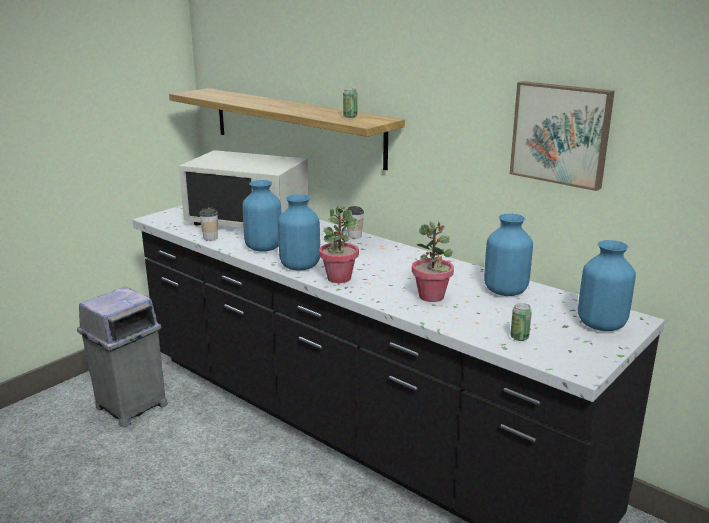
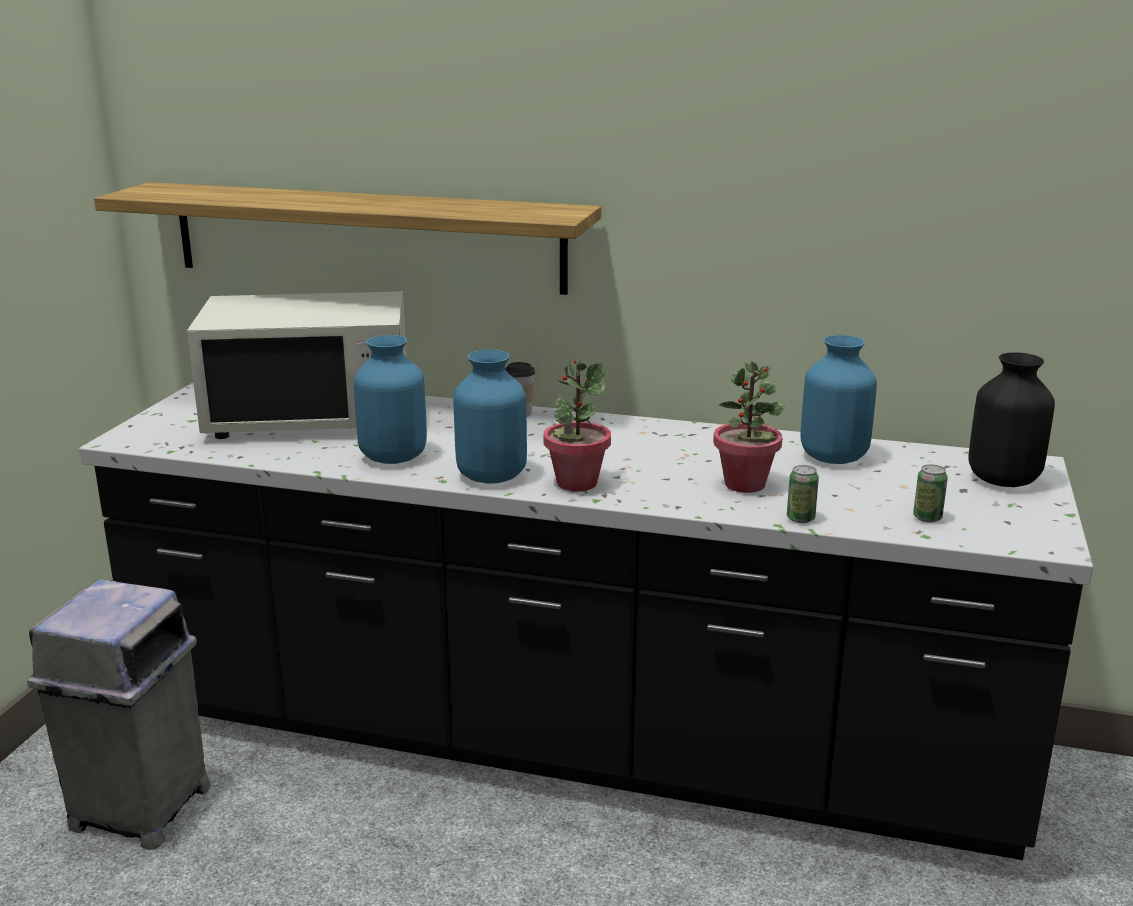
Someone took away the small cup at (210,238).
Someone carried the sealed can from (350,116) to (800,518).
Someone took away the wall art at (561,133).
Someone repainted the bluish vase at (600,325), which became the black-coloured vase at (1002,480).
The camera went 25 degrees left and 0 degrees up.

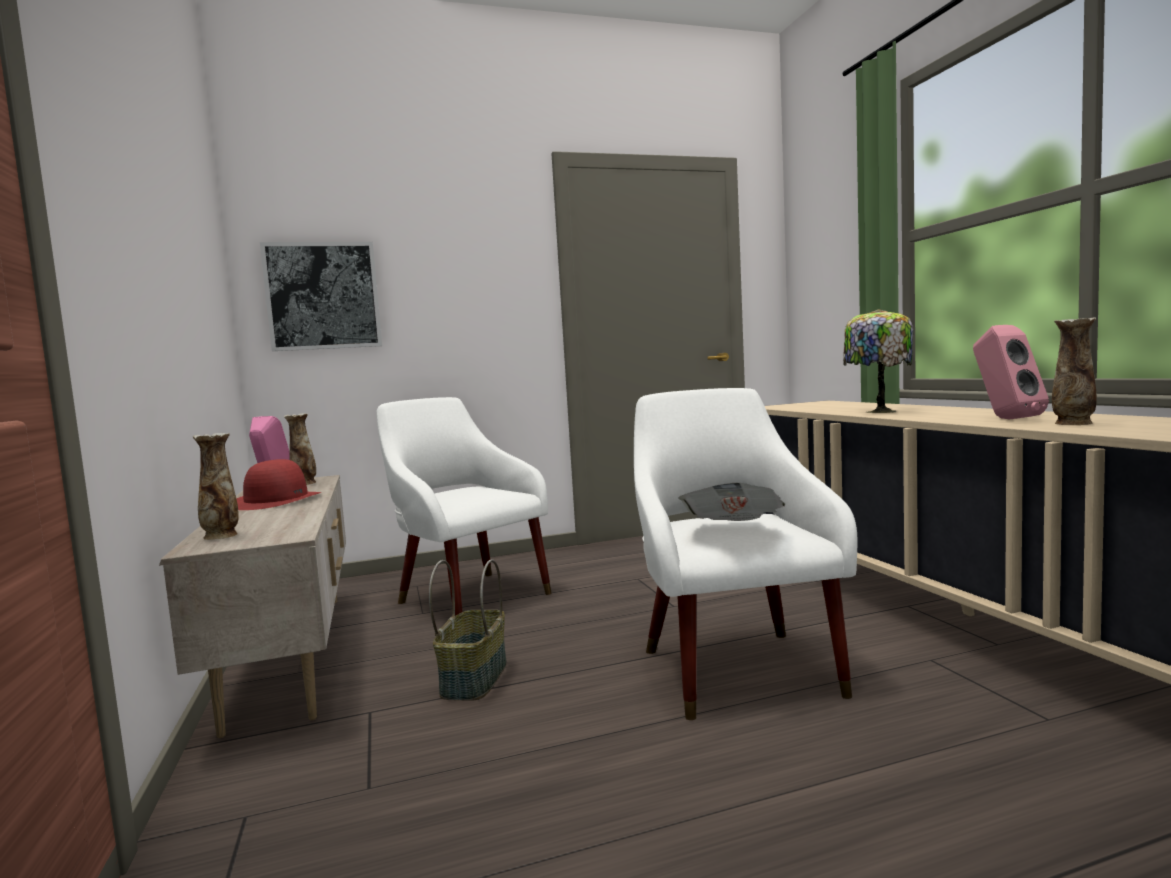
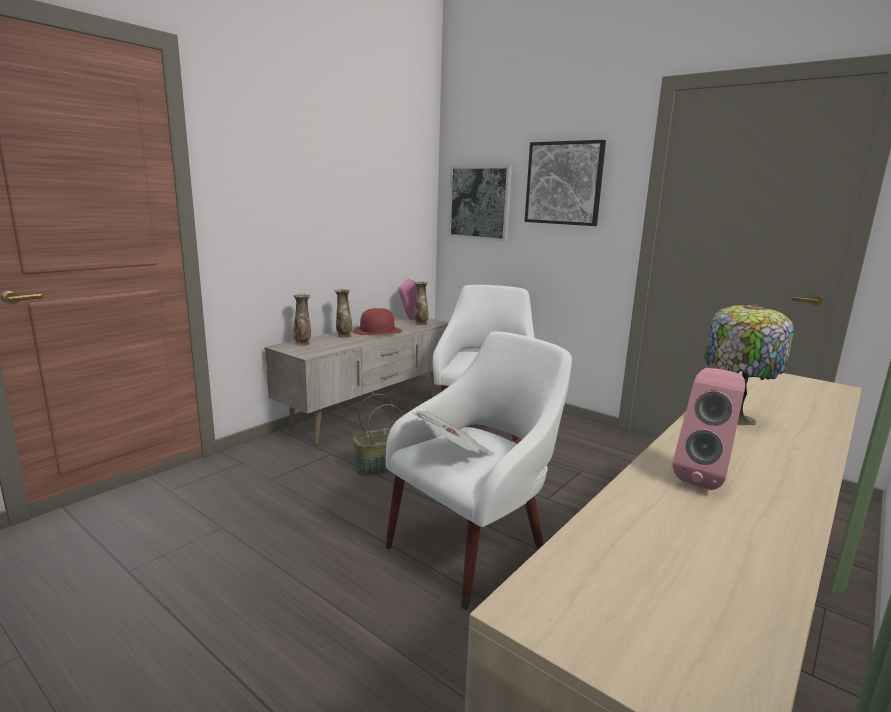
Someone carried the vase from (1073,423) to (344,336).
Someone put up the wall art at (564,183).
The camera went 55 degrees right and 10 degrees up.

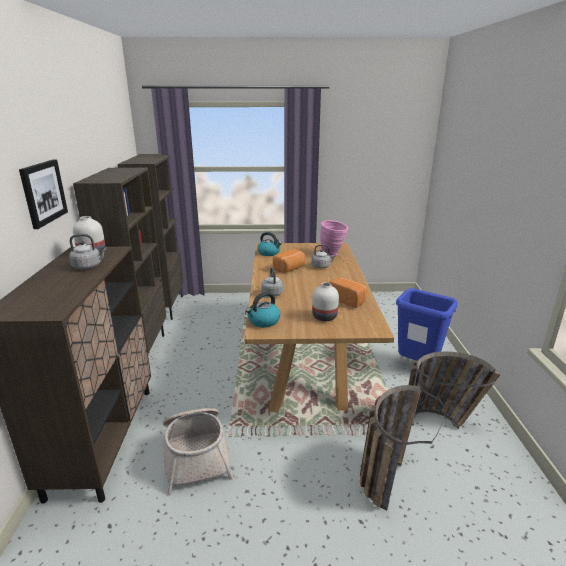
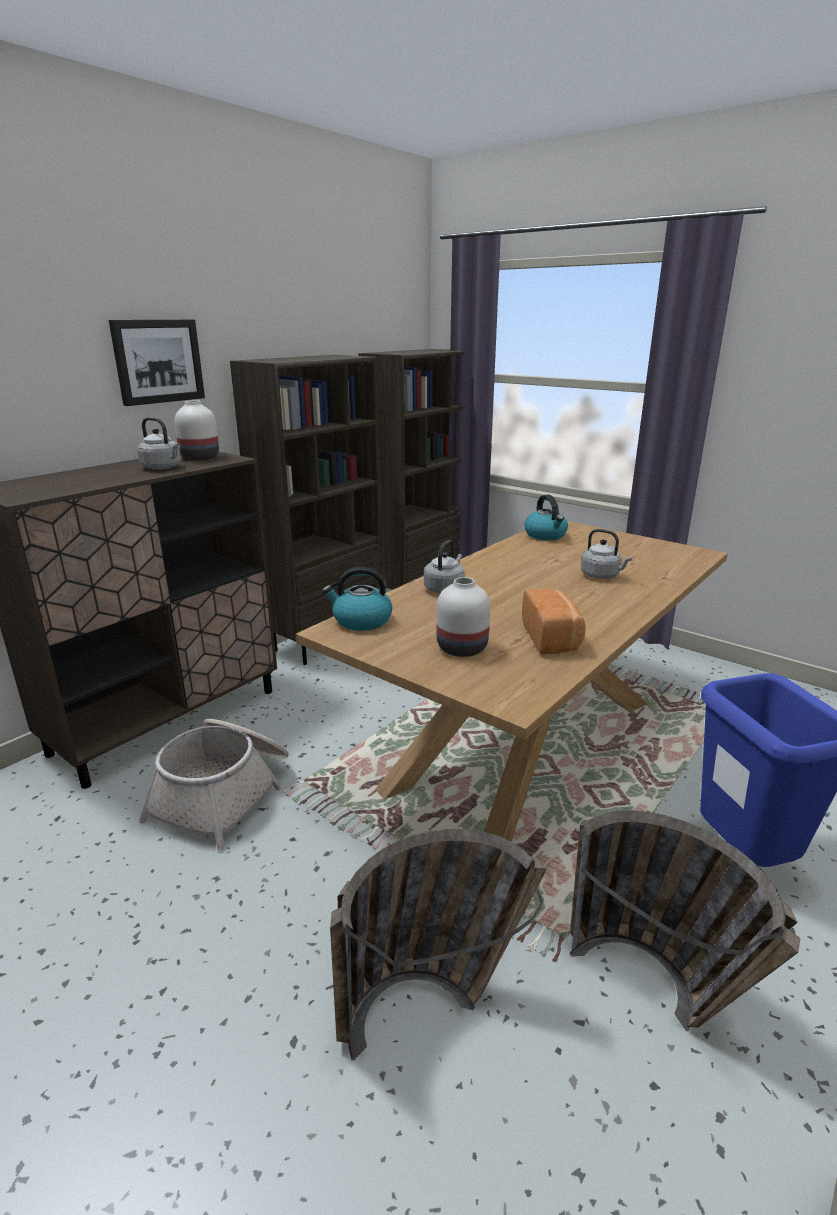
Someone took away the baked bread at (290,269).
Someone took away the pink-coloured vase at (333,255).
The camera went 40 degrees right and 0 degrees up.

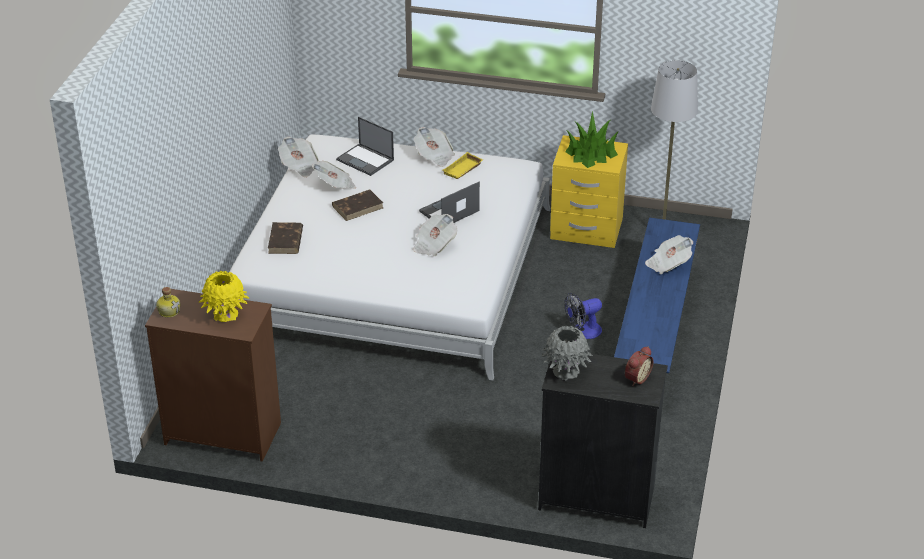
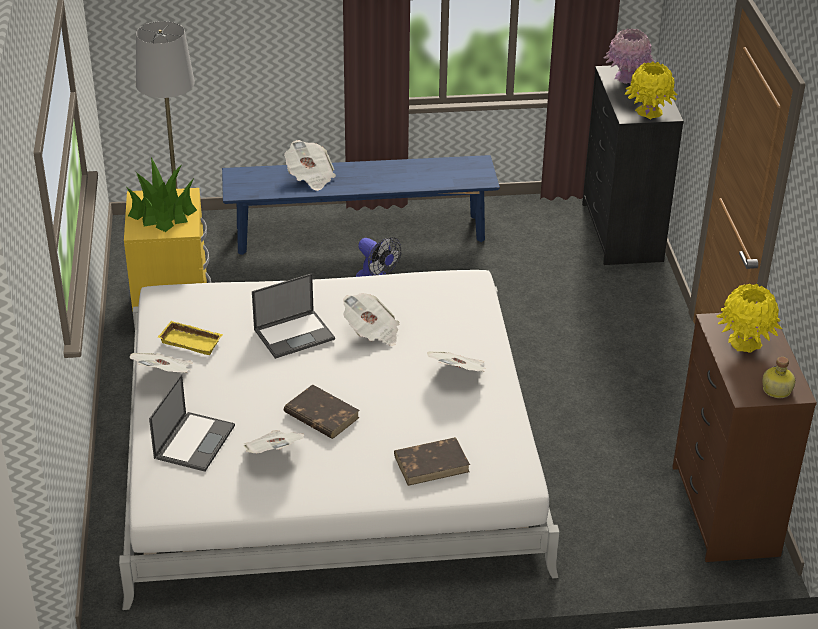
Someone carried the daily paper from (299,166) to (458,373).
Someone rotated the portable computer at (449,211) by 60 degrees counterclockwise.
Someone repainted the gray vase at (565,371), which became the yellow-coloured vase at (649,112).
Someone swapped the alarm clock at (636,378) for the pink-coloured vase at (627,77).
The camera went 110 degrees left and 0 degrees up.

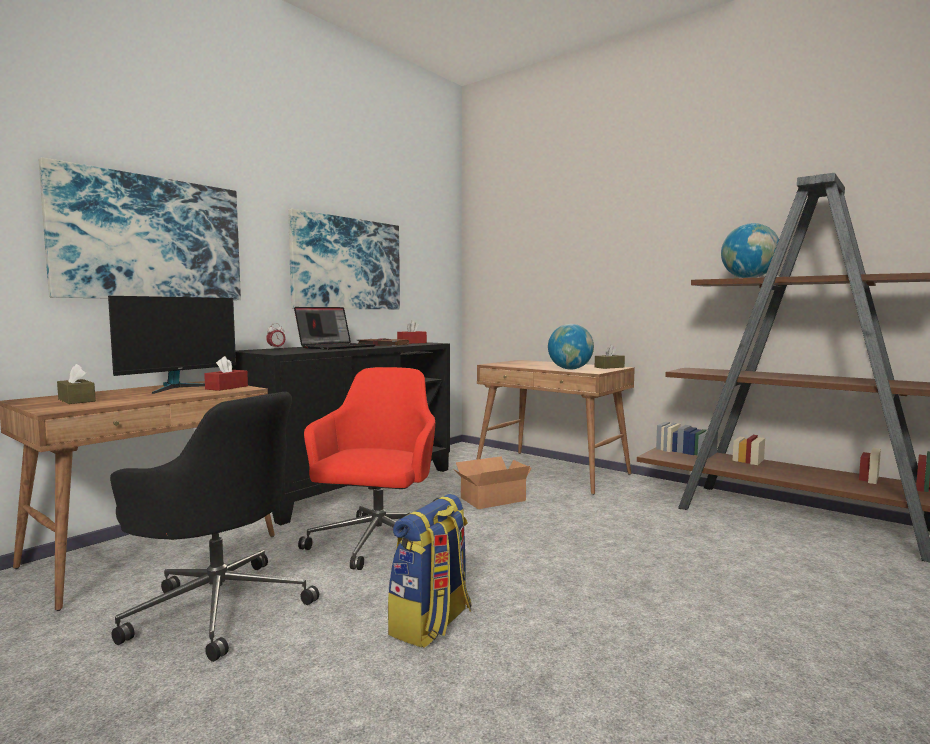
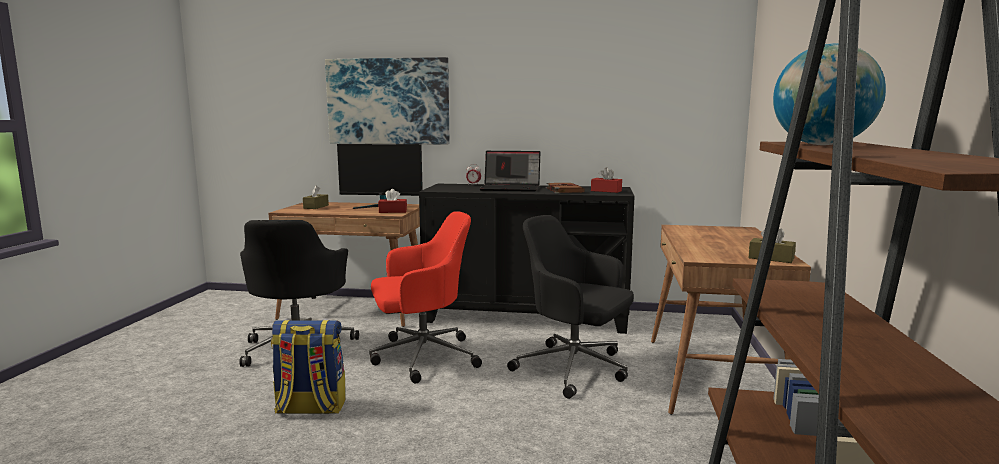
Someone took away the wall art at (347,264).
Someone swapped the carton at (490,499) for the black-coloured computer chair at (574,369).
Someone took away the world globe at (570,369).
The camera went 60 degrees right and 5 degrees up.

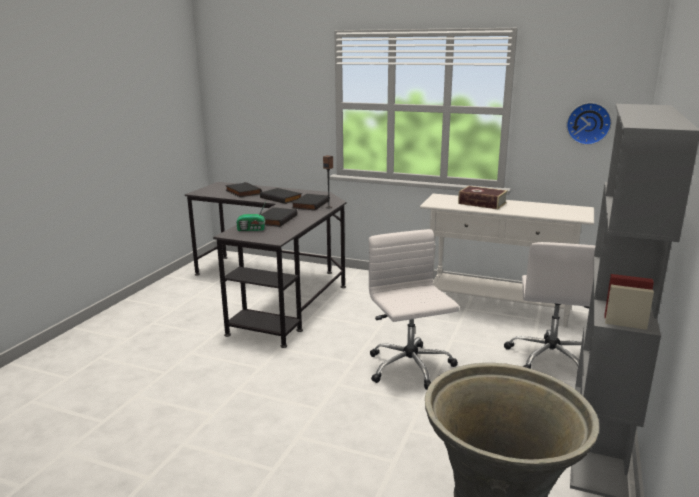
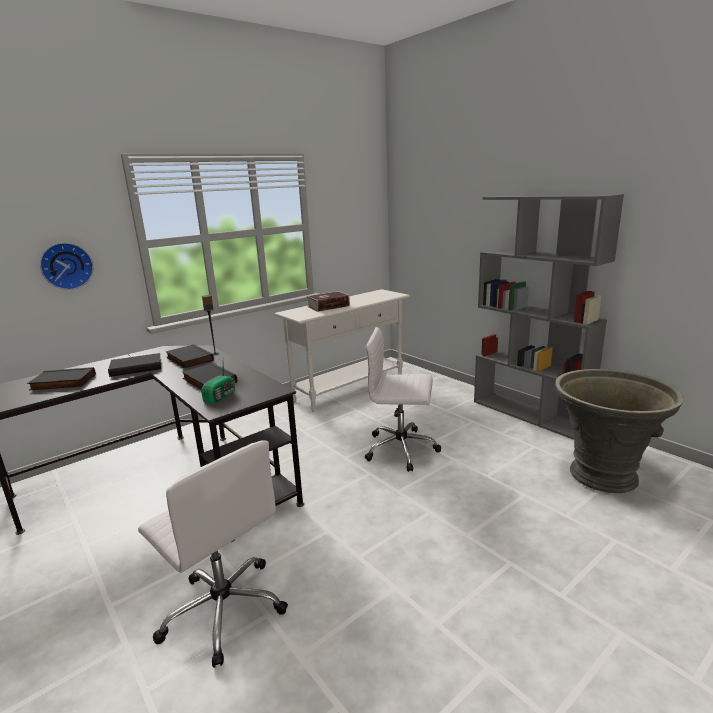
Someone carried the whitish computer chair from (550,357) to (223,608).
Someone carried the wall clock from (588,123) to (66,266).
The camera went 60 degrees left and 0 degrees up.

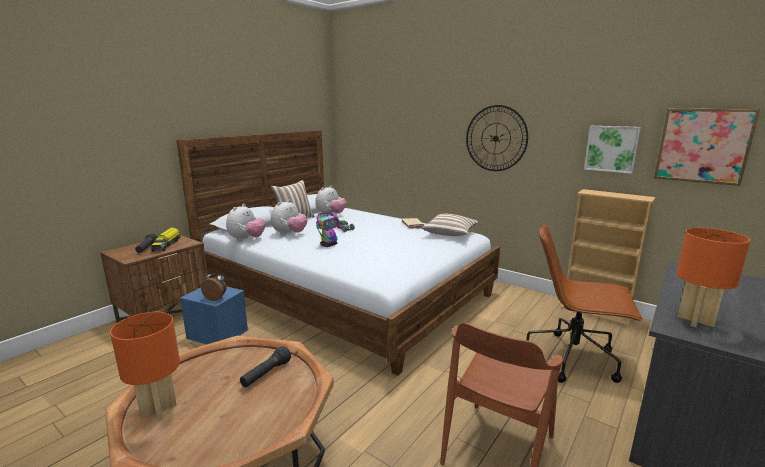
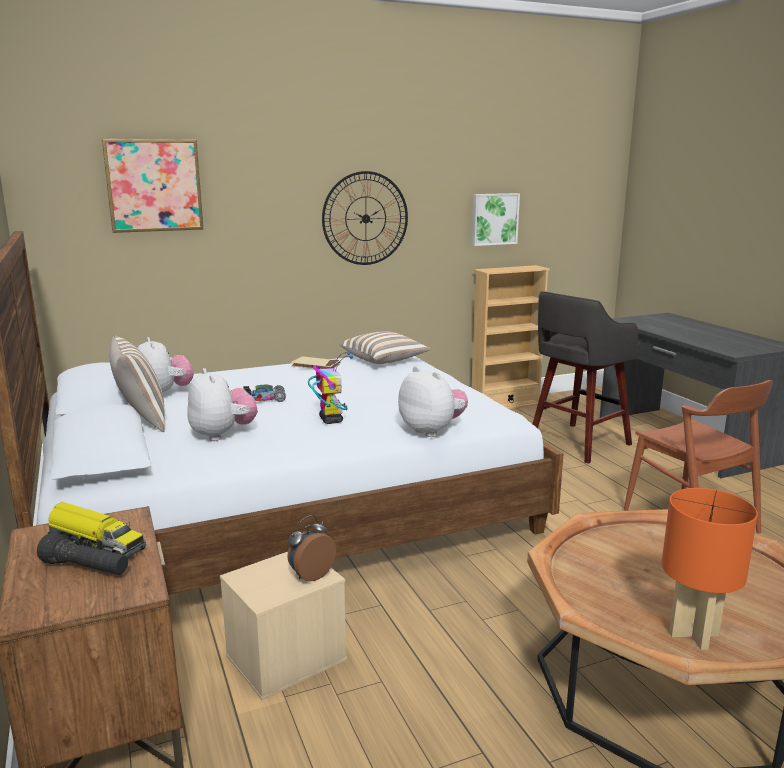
Someone repainted the bluish storage bin at (216,334), which became the sand-coloured storage bin at (285,659).
Someone carried the soft toy from (247,239) to (432,431).
Someone took away the black-coloured hand torch at (266,374).
Someone swapped the brownish computer chair at (573,359) for the gray stool at (577,444).
Someone carried the wall art from (703,145) to (154,185).
Someone took away the orange lamp for a table at (696,321).
The camera went 60 degrees left and 0 degrees up.

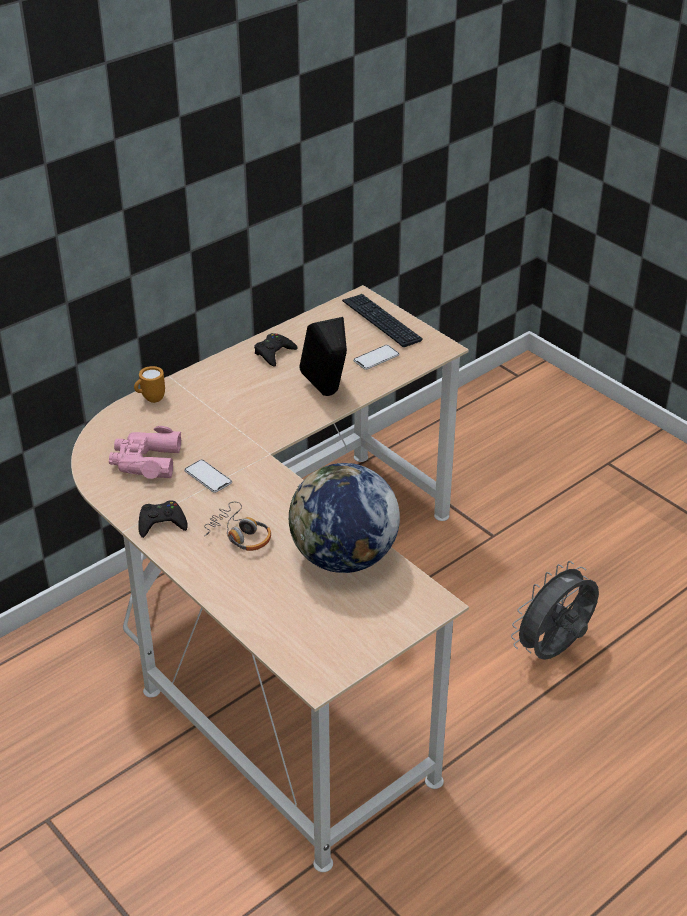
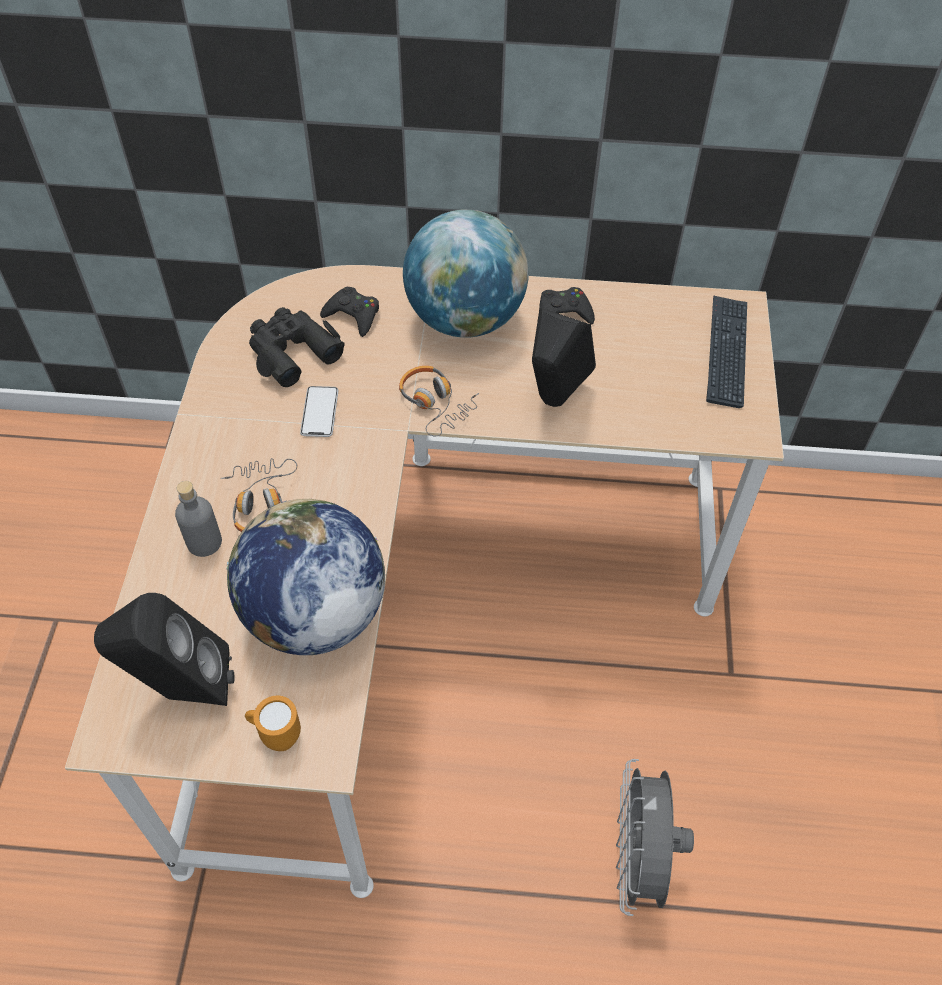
Someone repainted the pink-coloured field glasses at (145,461), which became the black-coloured field glasses at (292,351).
Someone carried the orange tea mug from (150,399) to (276,735).
Someone carried the black-coloured gamepad from (161,523) to (353,315).
Someone took away the handset at (376,358).
Someone rotated the gray fan at (554,651) by 90 degrees counterclockwise.
Someone put down the black-coloured speaker at (182,691).
Someone put down the gray beverage bottle at (204,542).
Someone put down the headset at (435,404).
Someone put down the world globe at (465,319).
The camera went 45 degrees right and 15 degrees up.

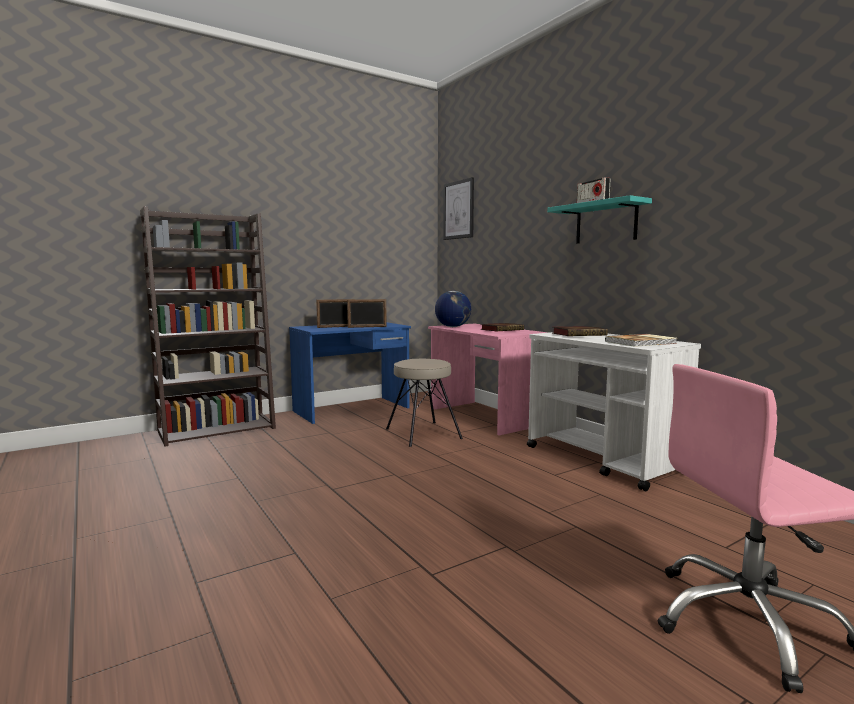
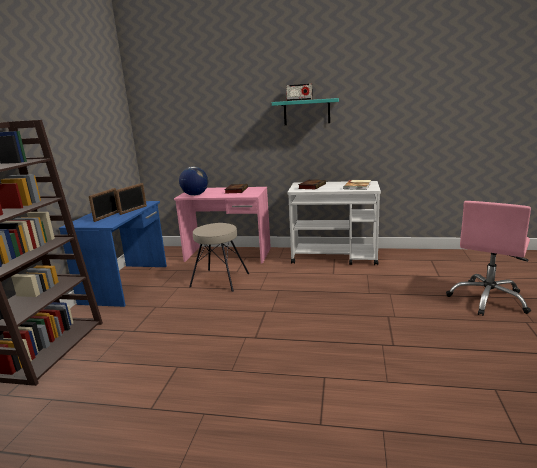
Someone took away the wall art at (458,210).
The camera went 45 degrees left and 10 degrees up.

